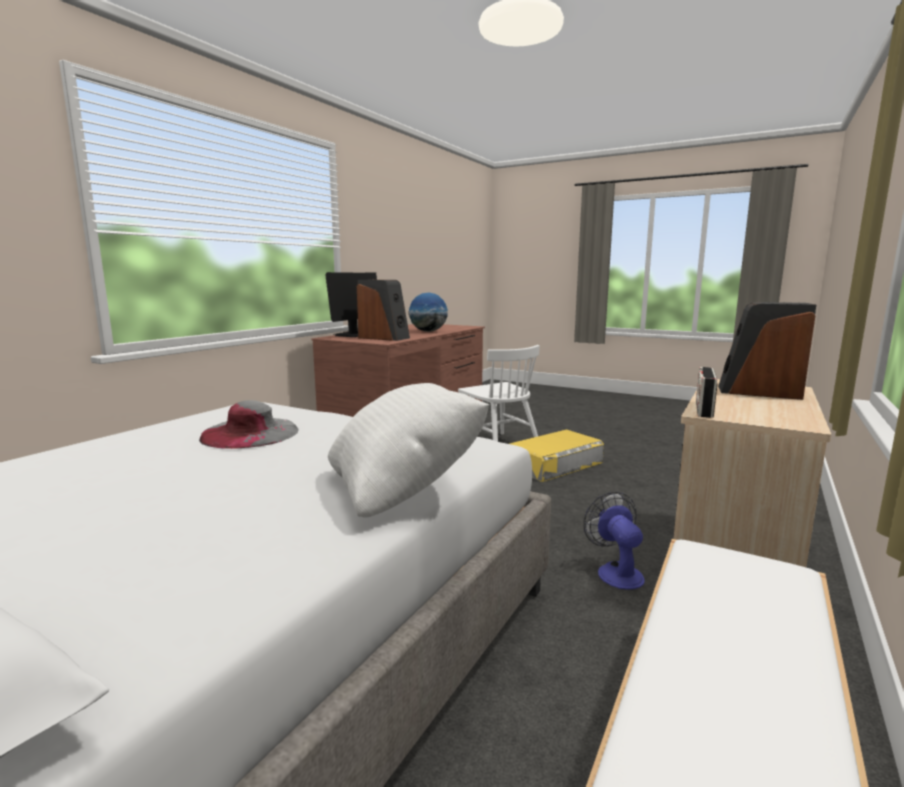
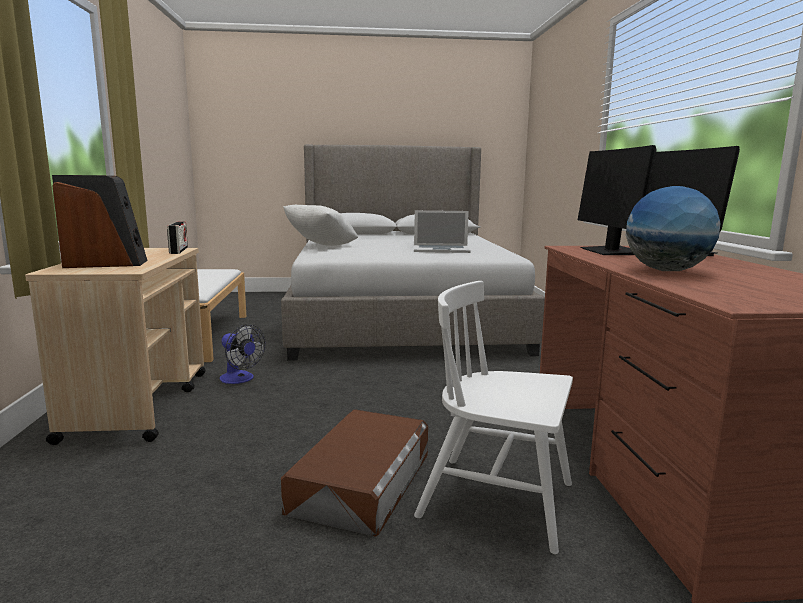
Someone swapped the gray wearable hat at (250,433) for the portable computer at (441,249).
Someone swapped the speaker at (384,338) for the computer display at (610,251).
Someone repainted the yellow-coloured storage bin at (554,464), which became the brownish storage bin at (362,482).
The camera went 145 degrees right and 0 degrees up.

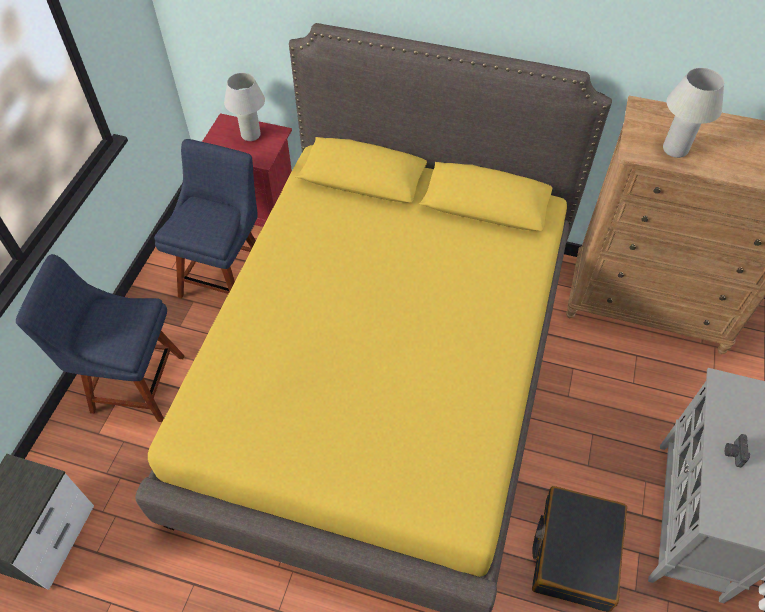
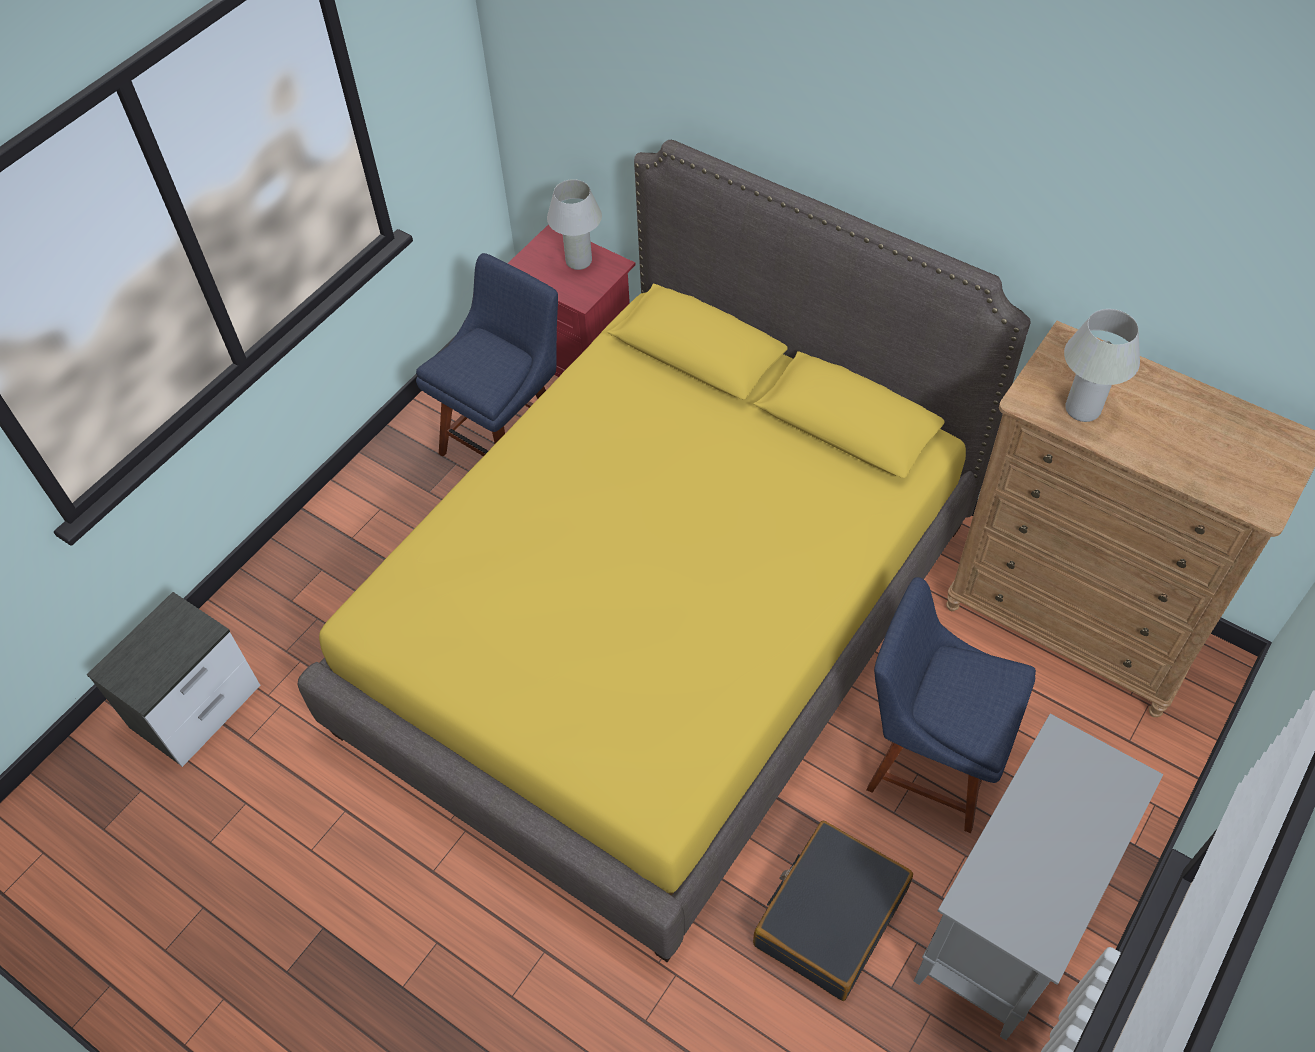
Someone carried the bluish upright chair from (133,383) to (928,760).
Someone took away the photo camera at (733,453).
The camera went 20 degrees right and 0 degrees up.

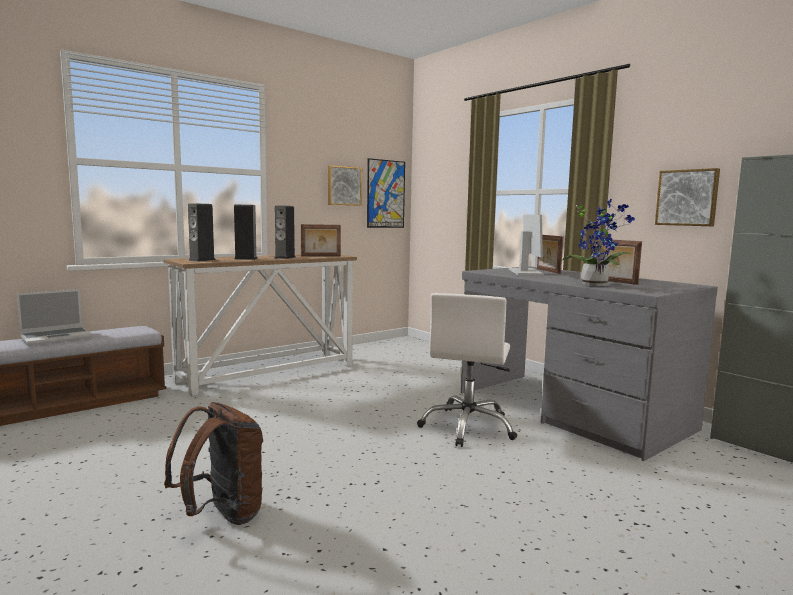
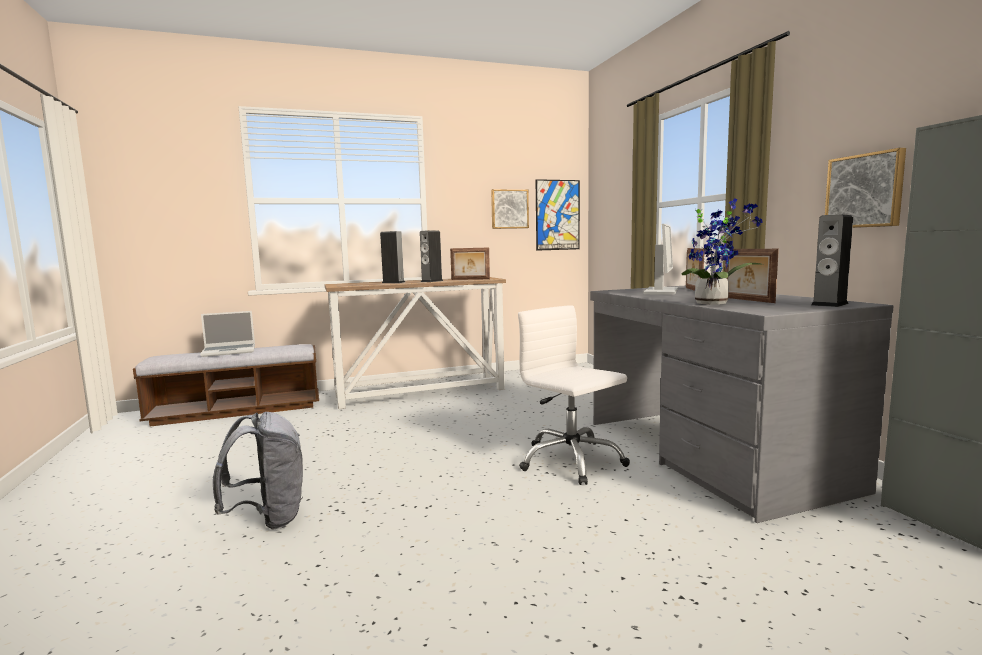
Someone repainted the brownish knapsack at (222,515), which became the gray knapsack at (268,518).
Someone carried the speaker from (202,260) to (829,304).
Someone rotated the whitish computer chair at (468,427) by 105 degrees clockwise.
The camera went 20 degrees right and 0 degrees up.

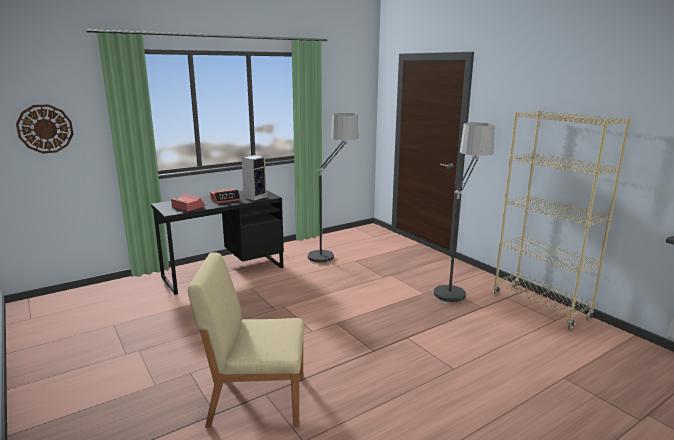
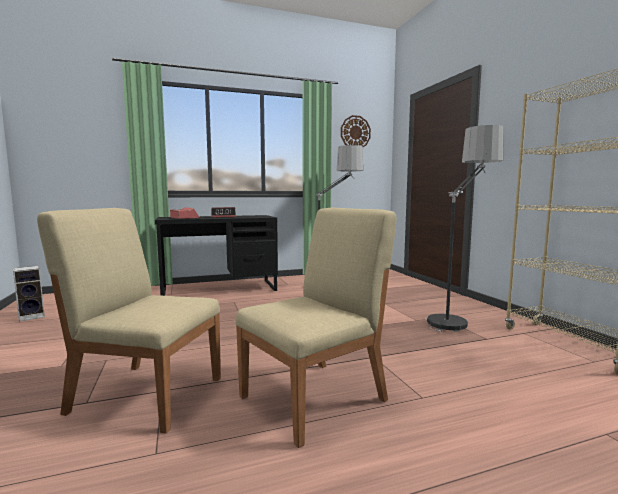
Someone carried the wall clock from (45,129) to (355,132).
Someone carried the speaker from (255,197) to (32,316).
Someone put down the sand-coloured upright chair at (315,398).
The camera went 15 degrees right and 10 degrees down.

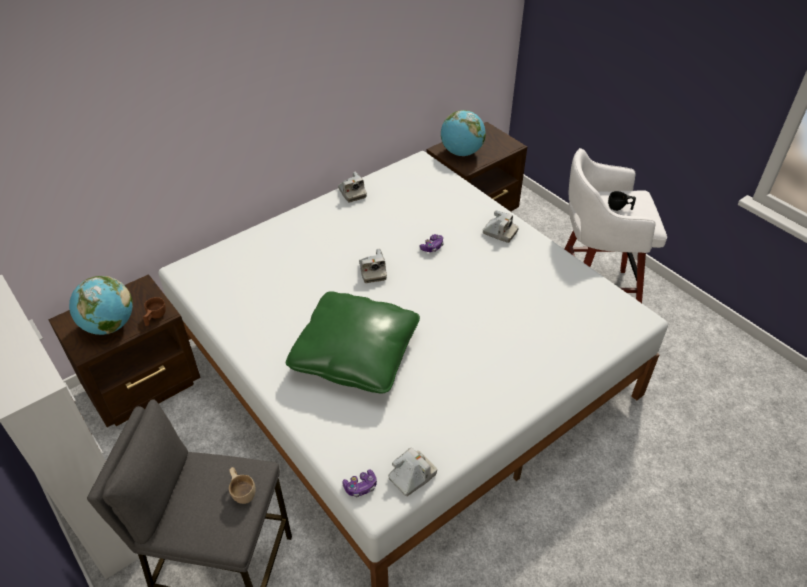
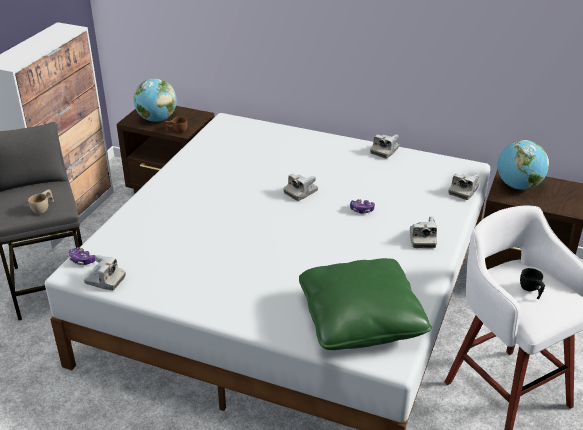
Someone carried the green-coloured pillow from (355,354) to (361,319).
Someone put down the photo camera at (463,191).
The camera went 60 degrees right and 10 degrees down.

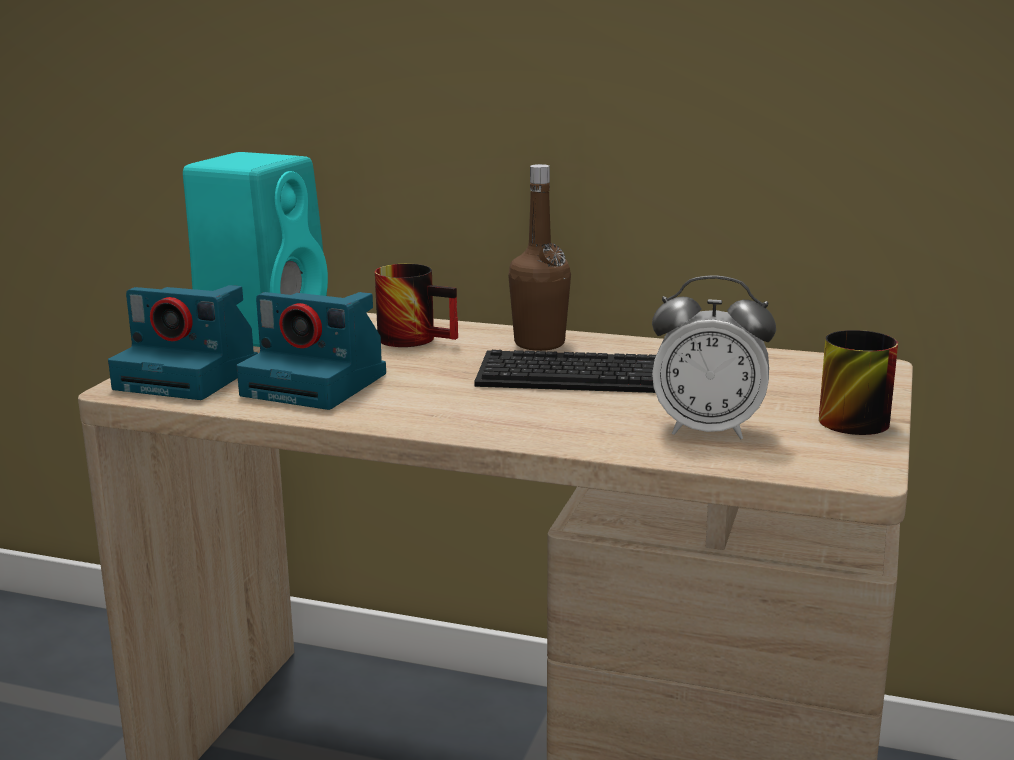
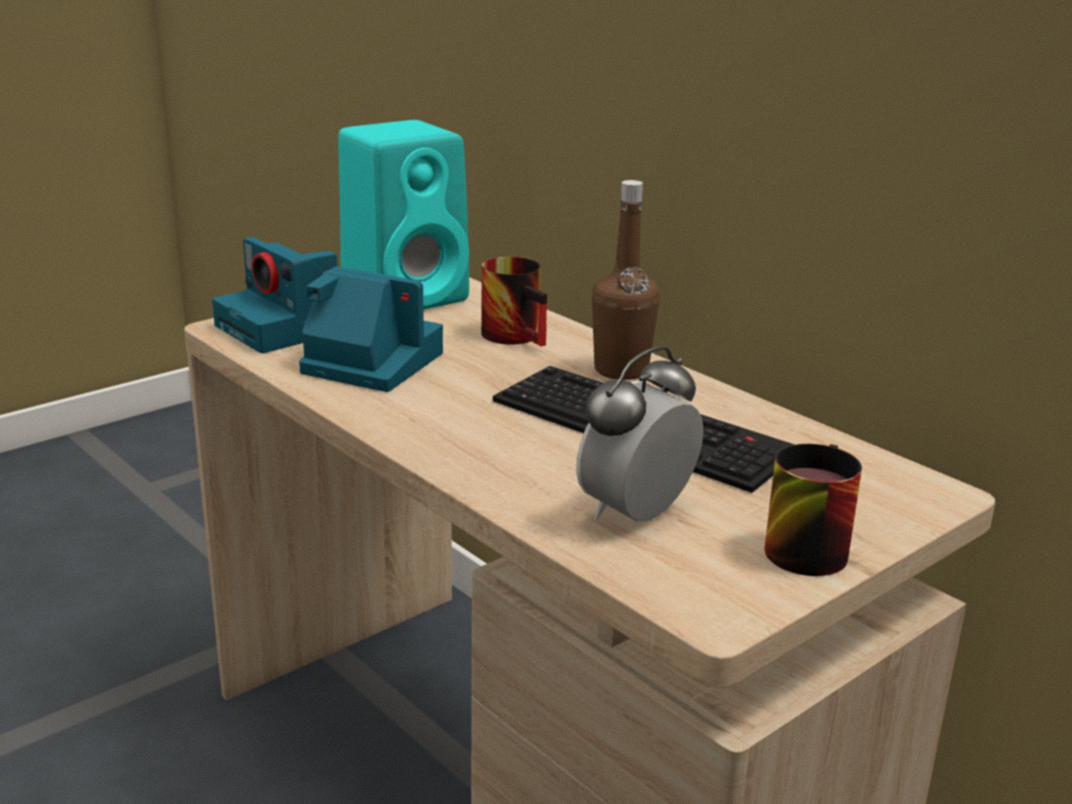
Someone rotated the photo camera at (318,384) by 150 degrees clockwise.
Someone rotated the alarm clock at (708,430) by 90 degrees clockwise.
The camera went 30 degrees right and 5 degrees up.

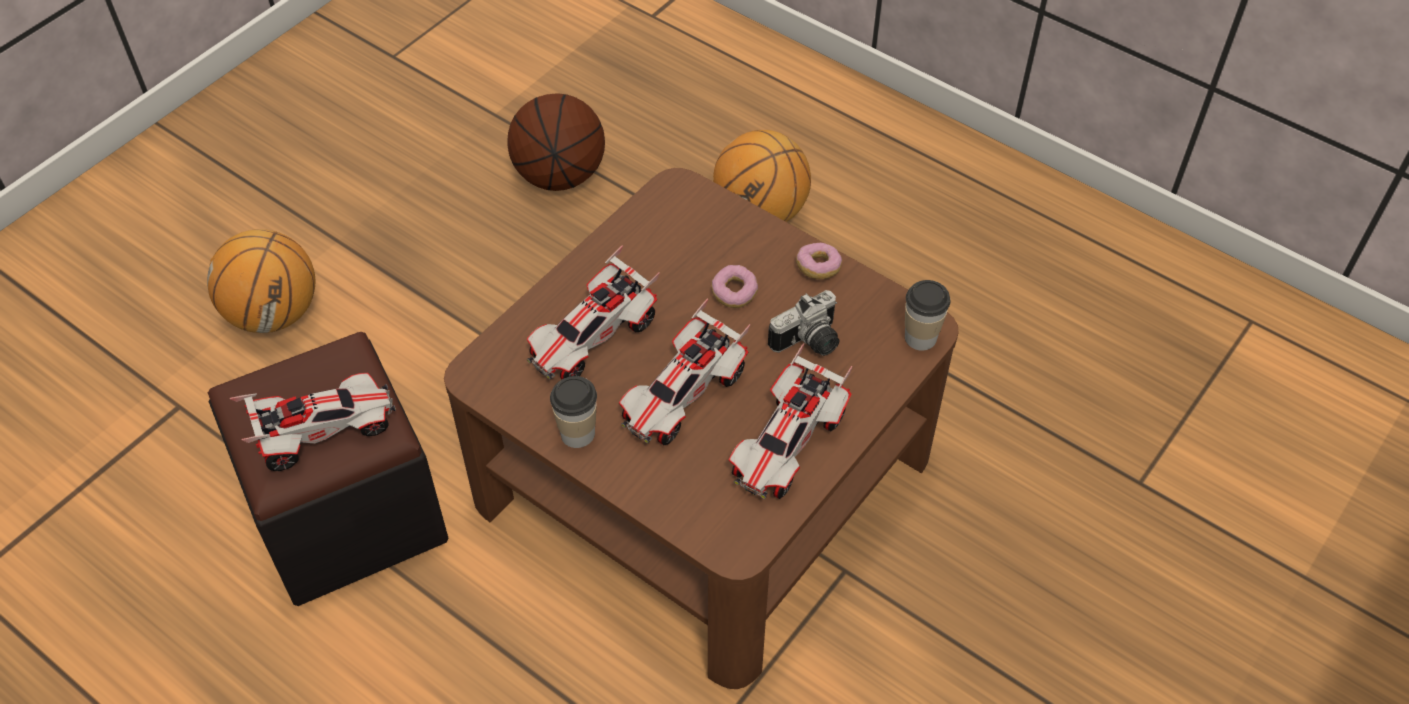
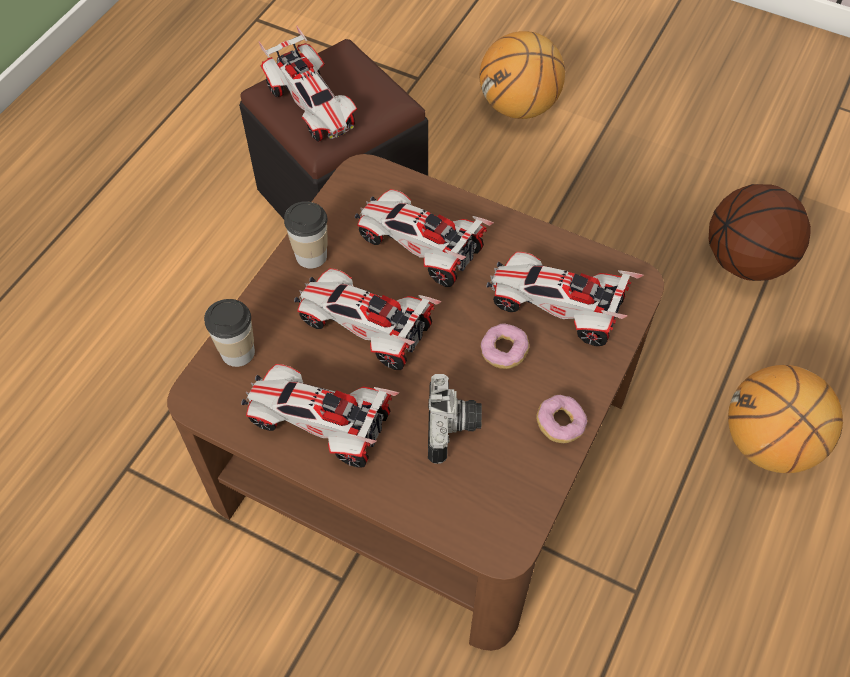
Someone rotated the photo camera at (809,343) by 135 degrees counterclockwise.
Someone carried the small cup from (920,337) to (238,352).
Someone put down the miniature car at (557,308).
The camera went 80 degrees right and 5 degrees up.

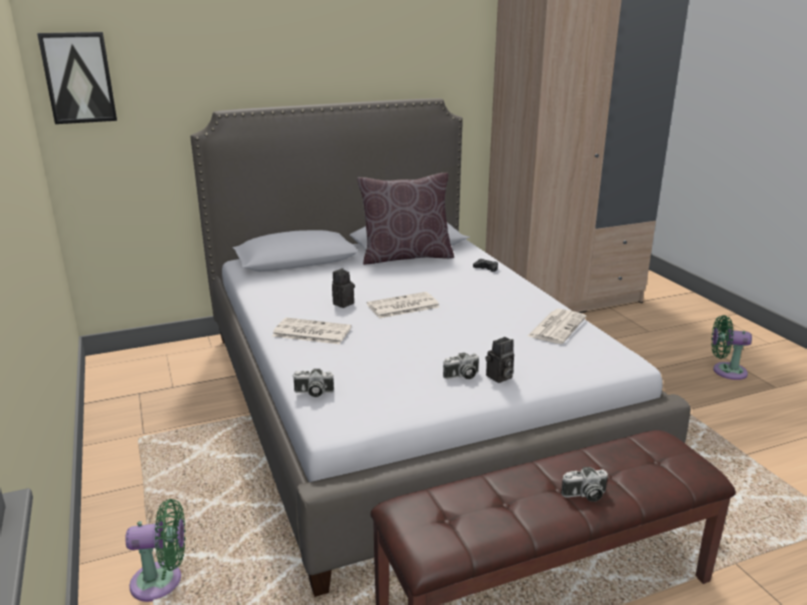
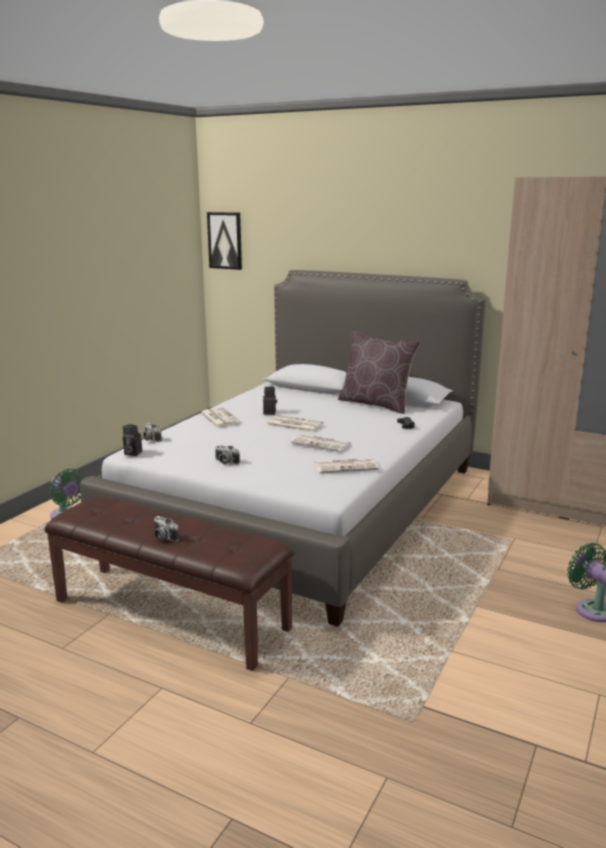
Someone carried the photo camera from (499,377) to (132,453).
Someone put down the daily paper at (322,444).
The camera went 50 degrees right and 5 degrees down.

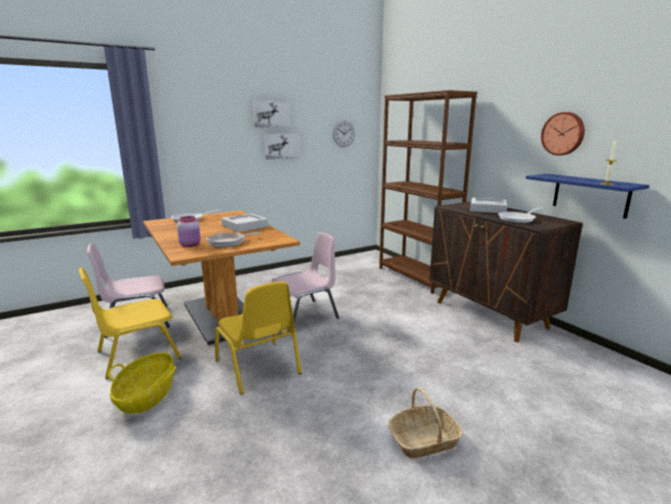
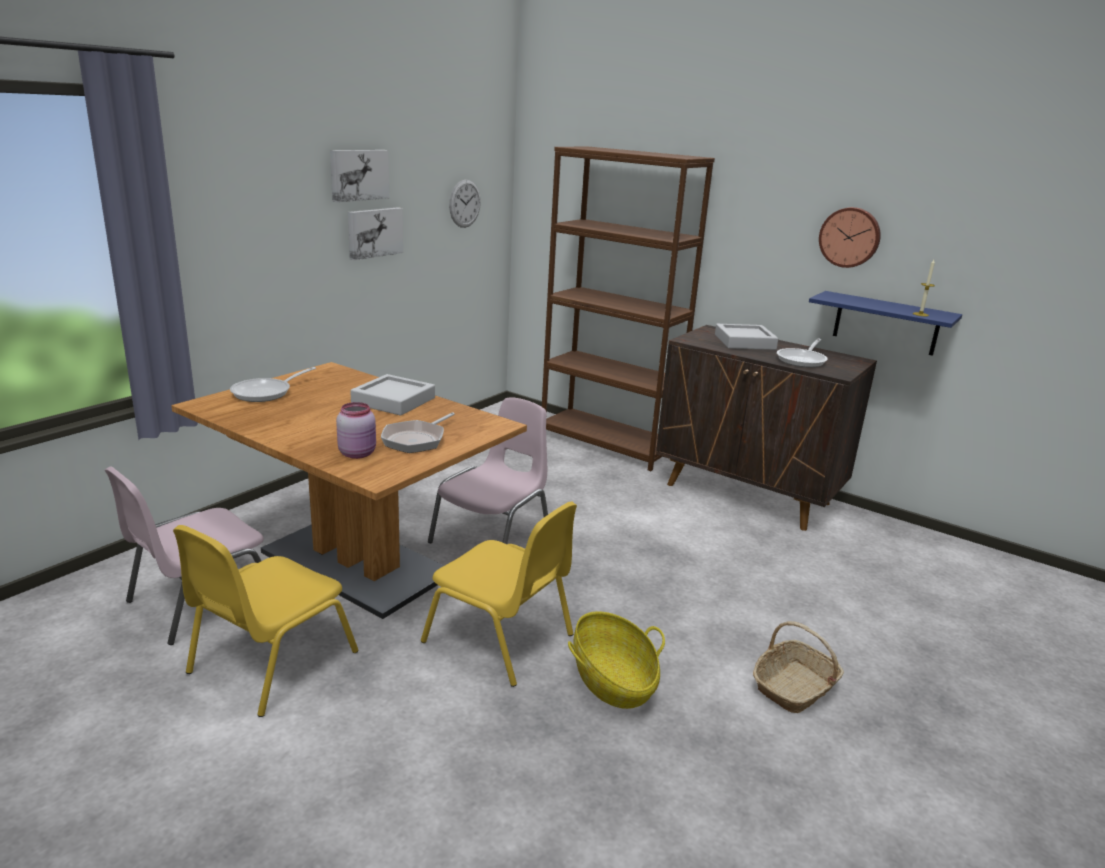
Someone carried the household basket from (147,396) to (613,681).
The camera went 25 degrees left and 5 degrees up.

